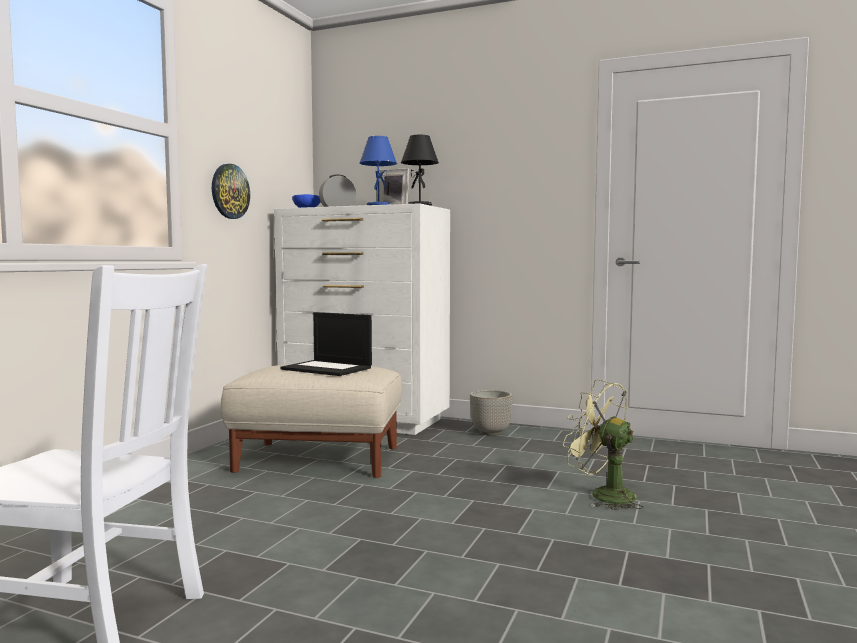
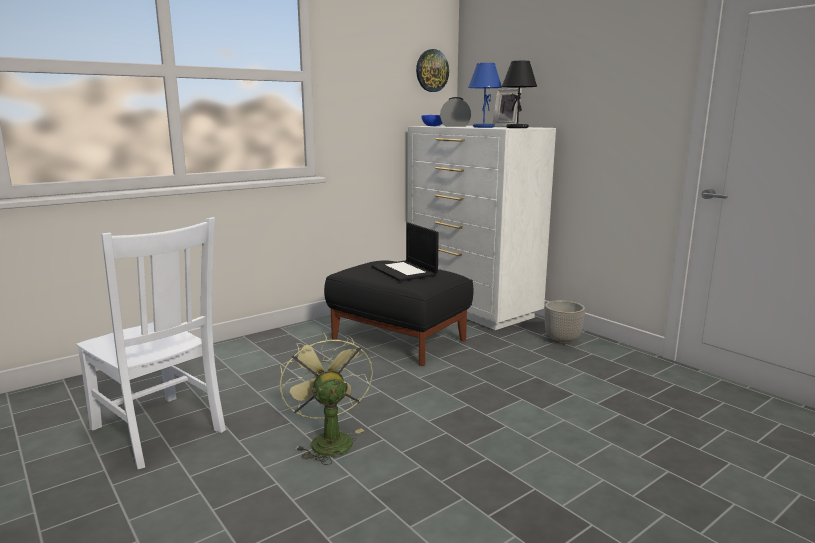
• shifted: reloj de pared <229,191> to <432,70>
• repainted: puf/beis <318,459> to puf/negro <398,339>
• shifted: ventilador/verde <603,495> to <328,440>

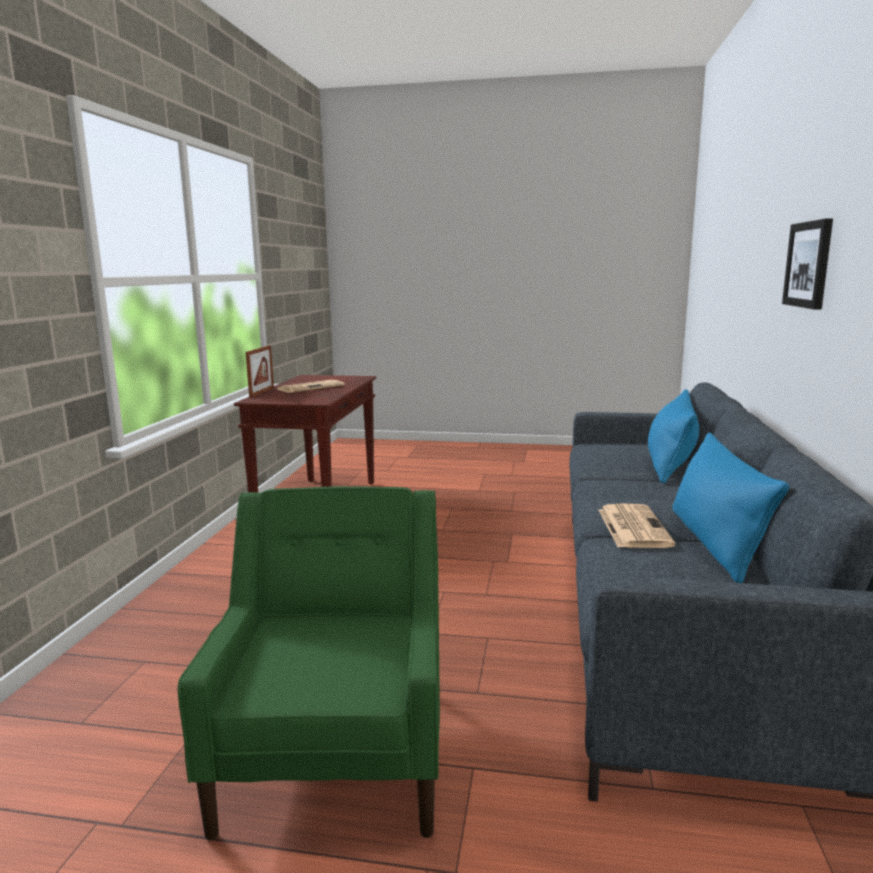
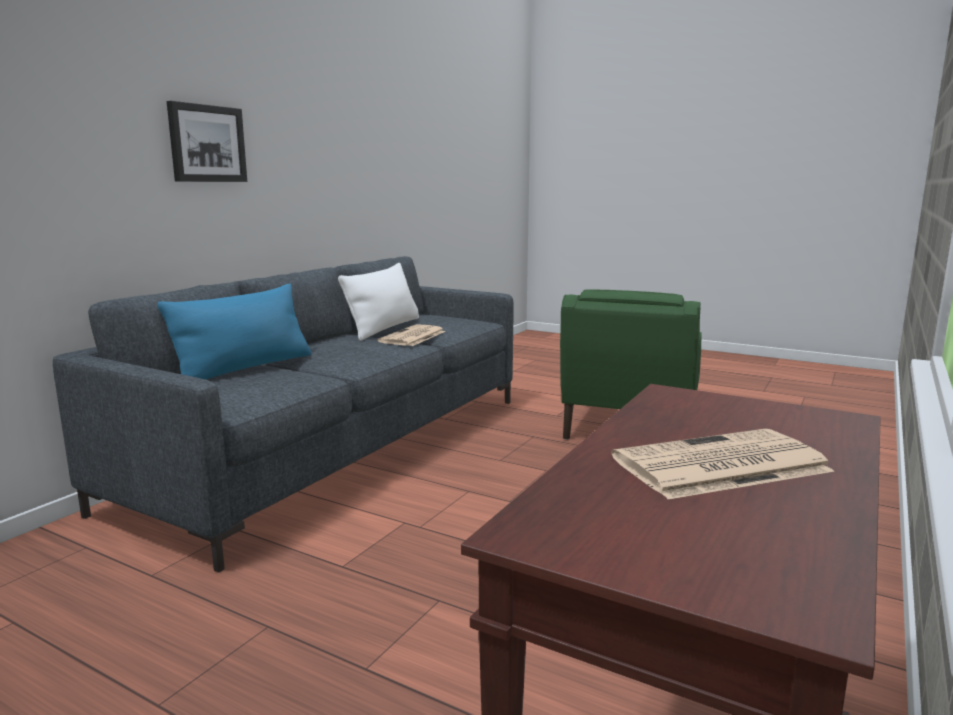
• gone: portarretratos <262,392>
• repainted: cojín/azul <715,543> to cojín/blanco <384,328>

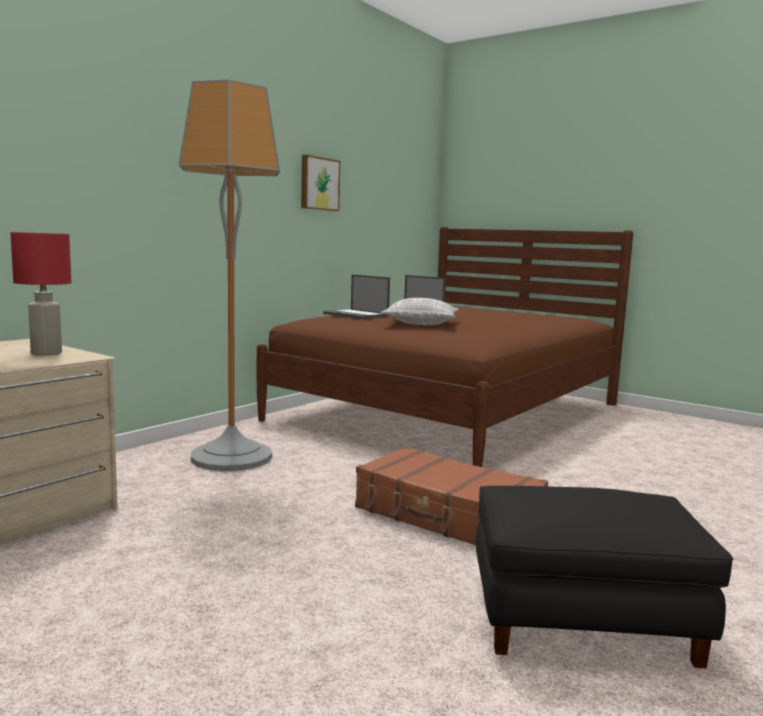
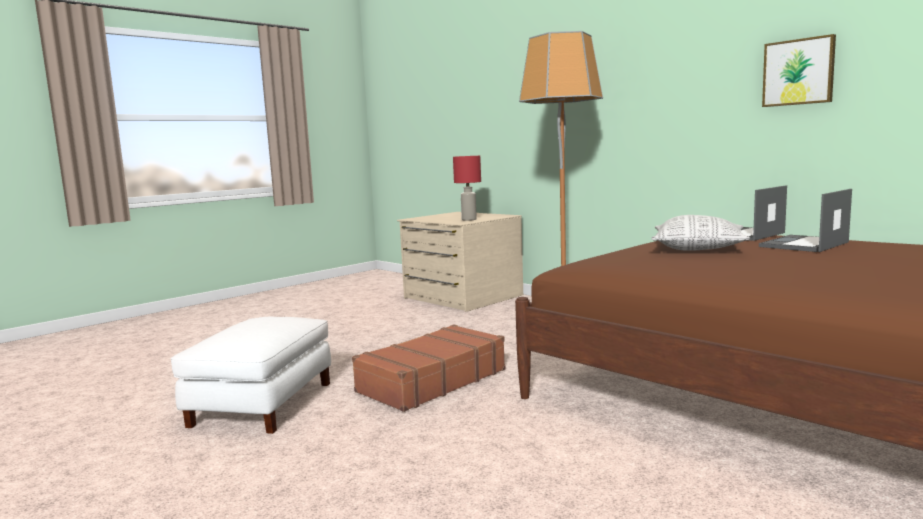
• repainted: puf/negro <581,620> to puf/blanco <262,404>

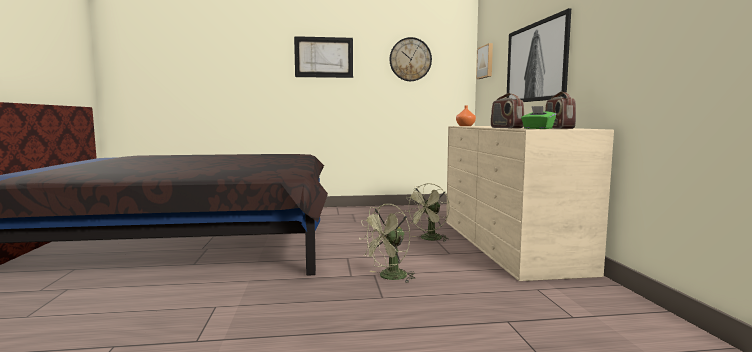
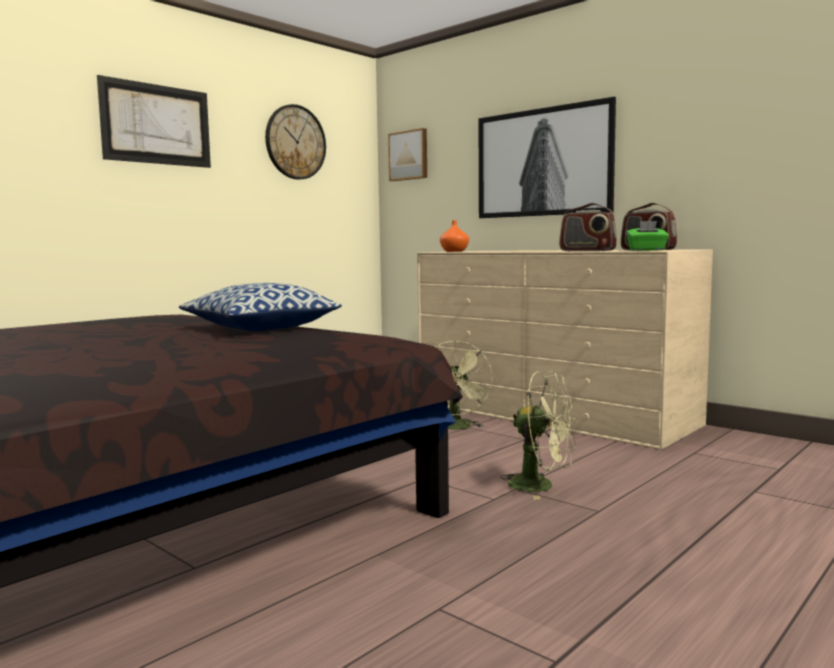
• rotated: ventilador/verde <389,277> = <541,486> 75 degrees counterclockwise
• new: cojín <260,328>

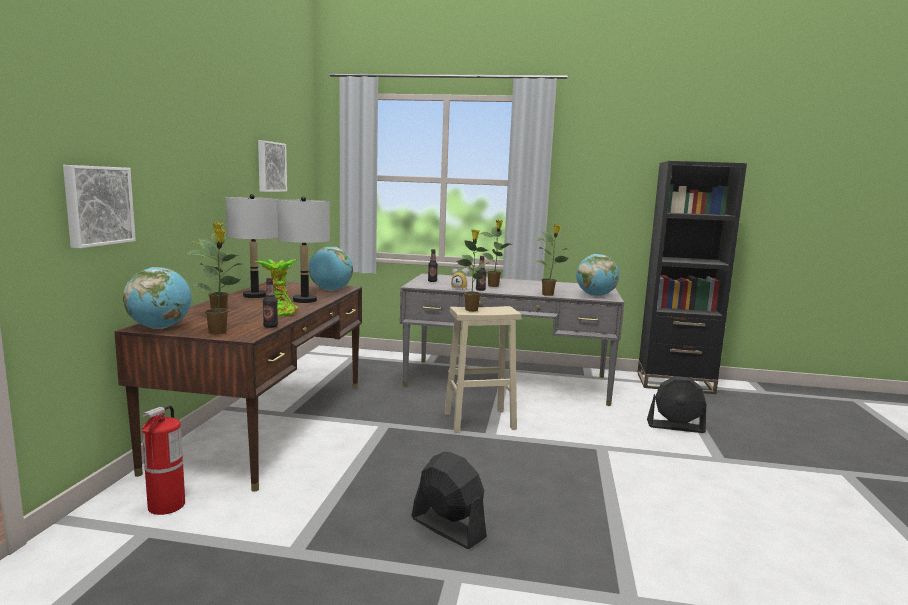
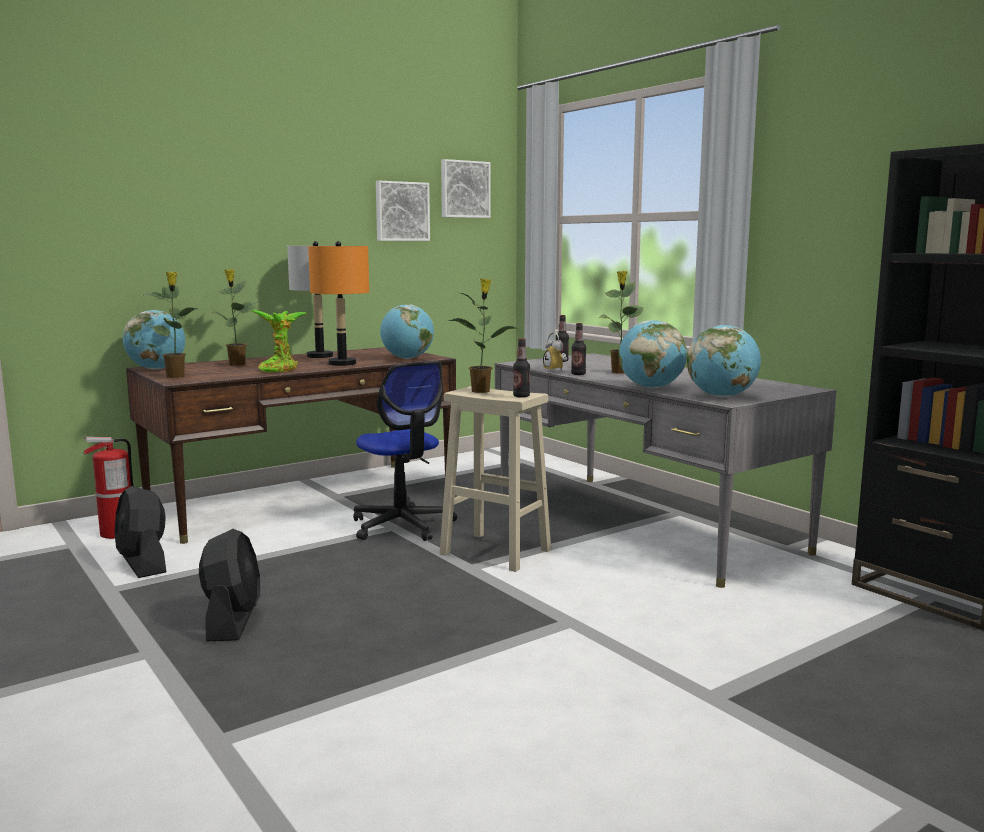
• shifted: cuadro <97,205> to <464,189>
• repainted: lámpara de mesa/gris <304,300> to lámpara de mesa/naranja <342,364>
• swapped: planta en maceta <548,294> to globo terráqueo <651,387>
• shifted: botella <270,326> to <521,396>
• shifted: ventilador/negro <675,426> to <143,564>
• new: silla de oficina <402,525>

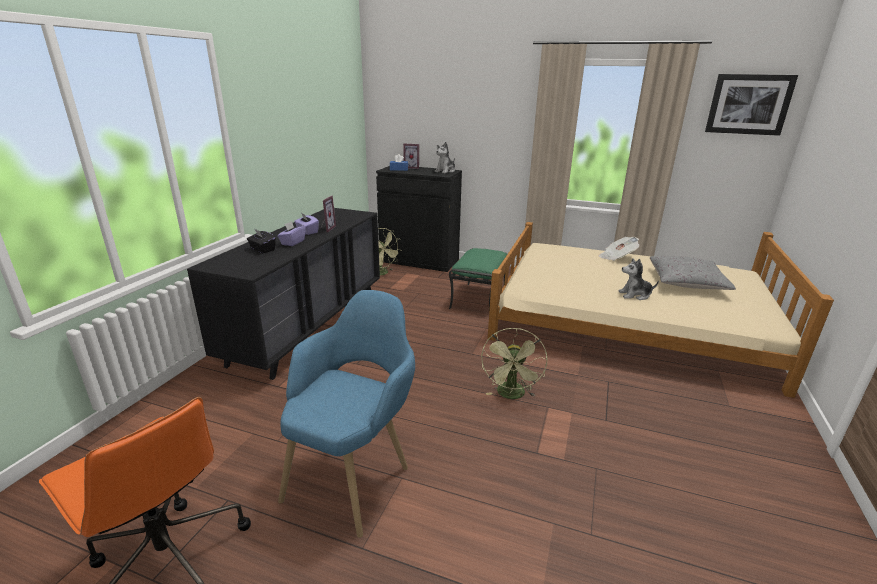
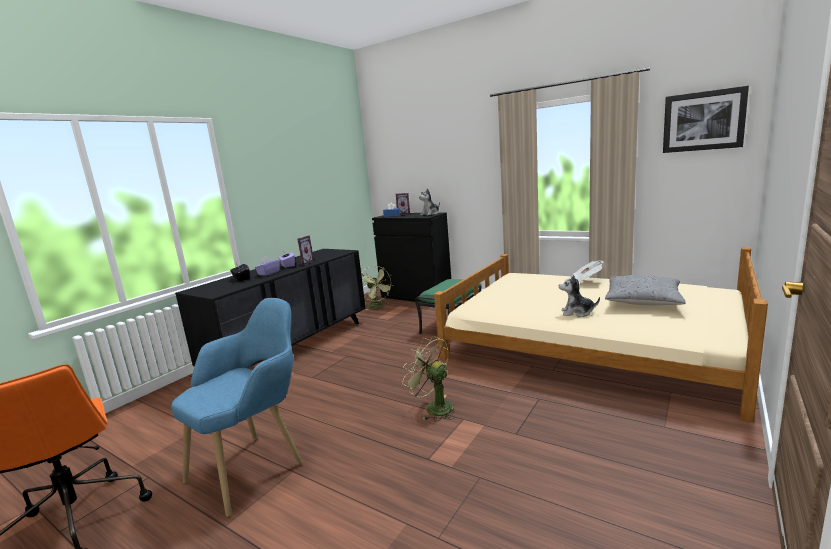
• rotated: ventilador/verde <511,395> = <433,407> 105 degrees clockwise

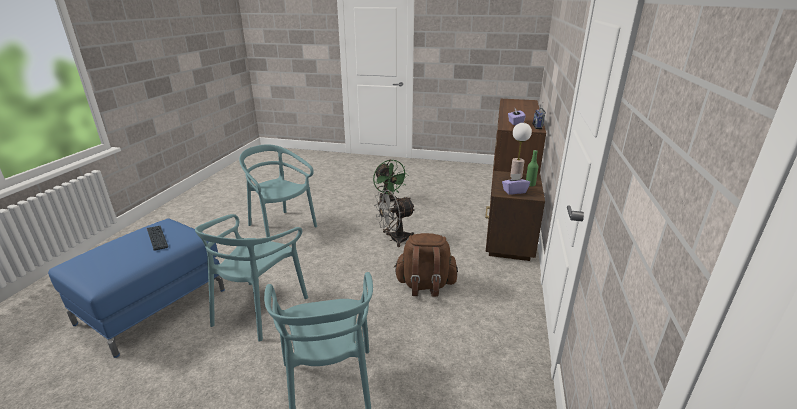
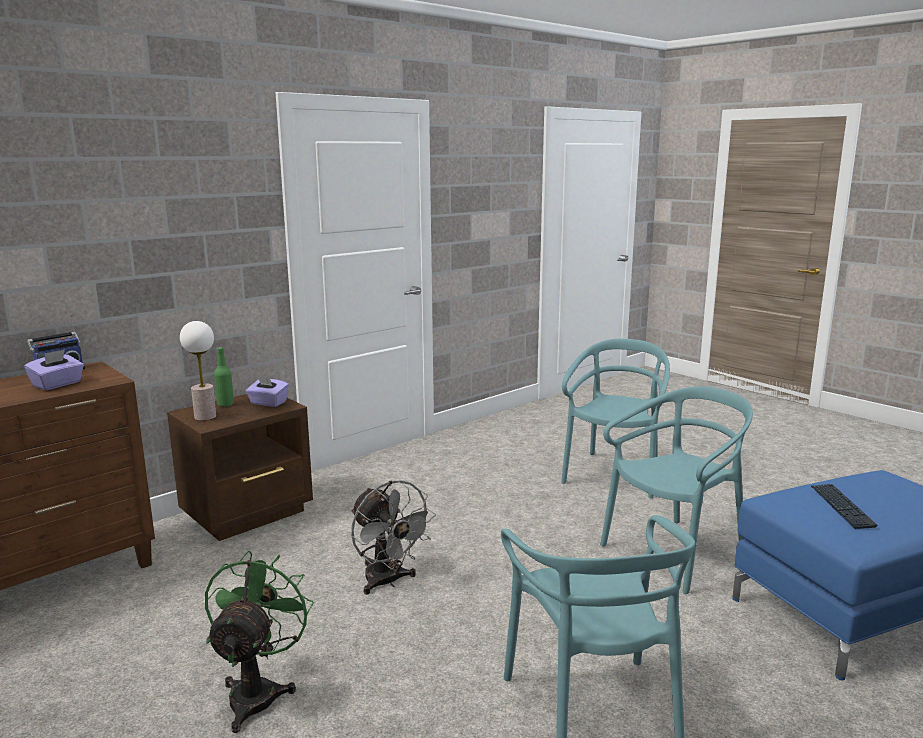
• rotated: ventilador/gris <394,239> = <388,582> 45 degrees clockwise
• gone: mochila/marrón <425,285>

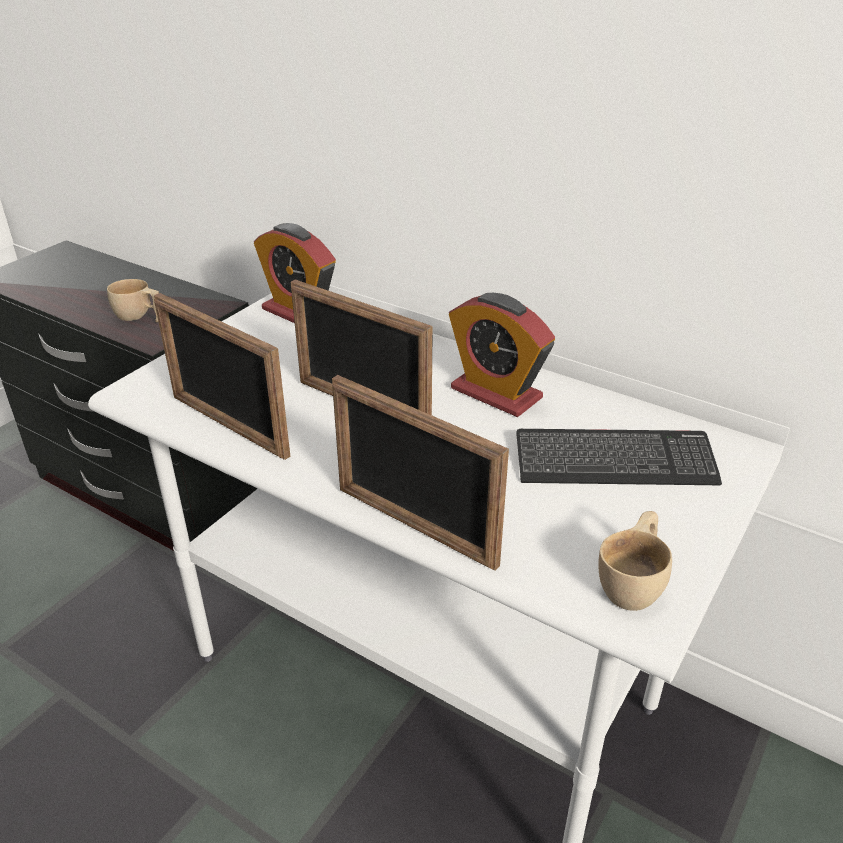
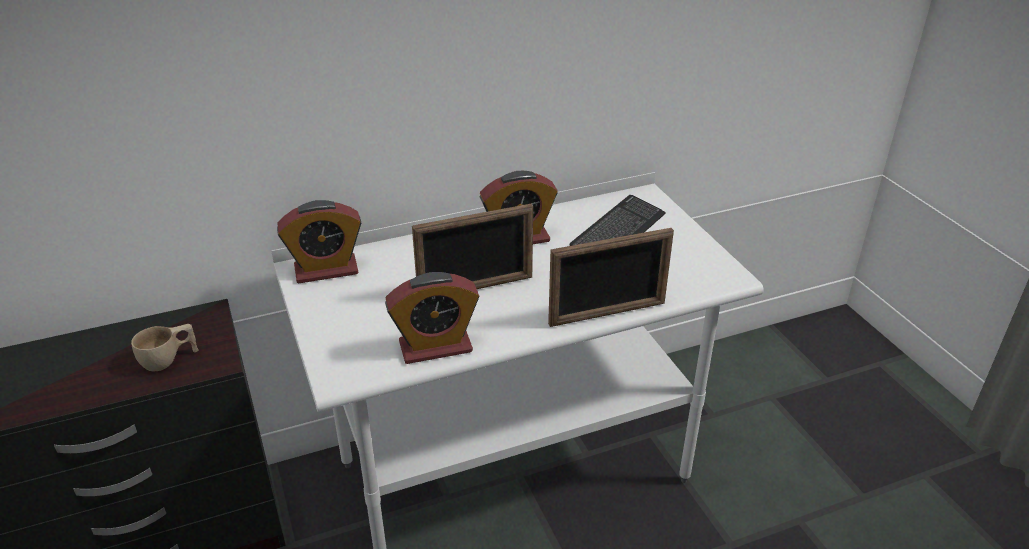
• swapped: portarretratos <228,426> to despertador <435,347>
• gone: taza/beis <634,583>

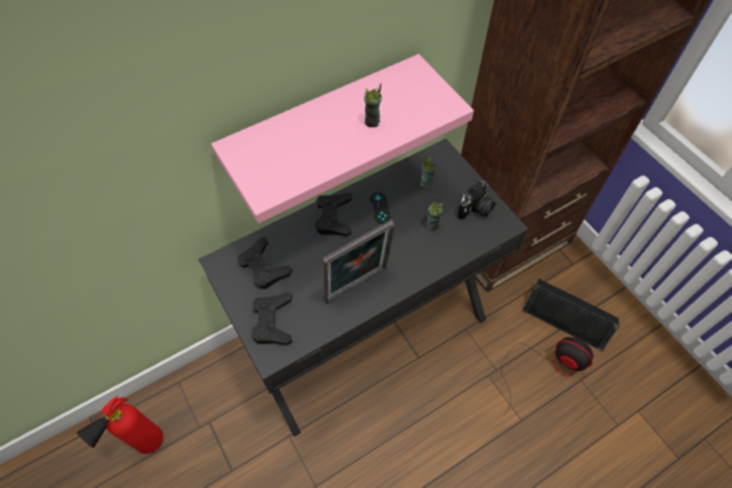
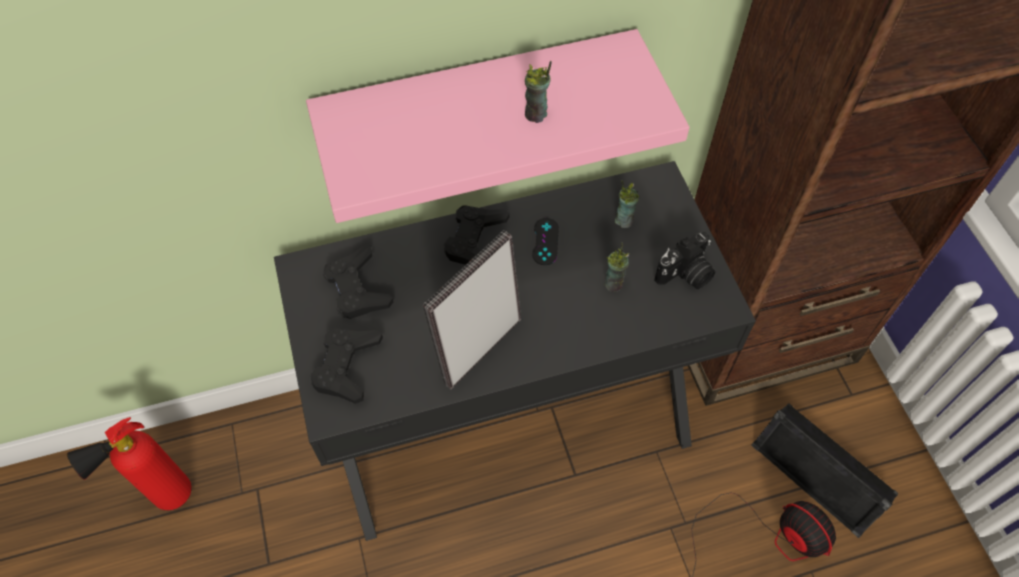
• rotated: portarretratos <357,287> = <478,347> 150 degrees clockwise

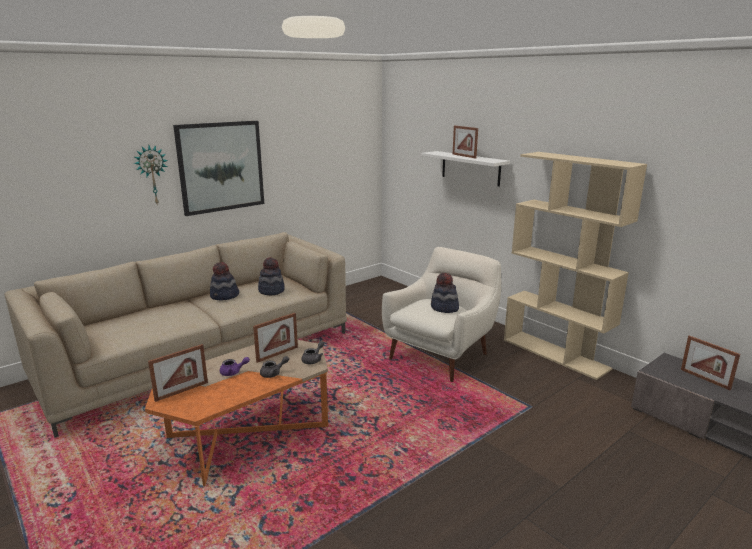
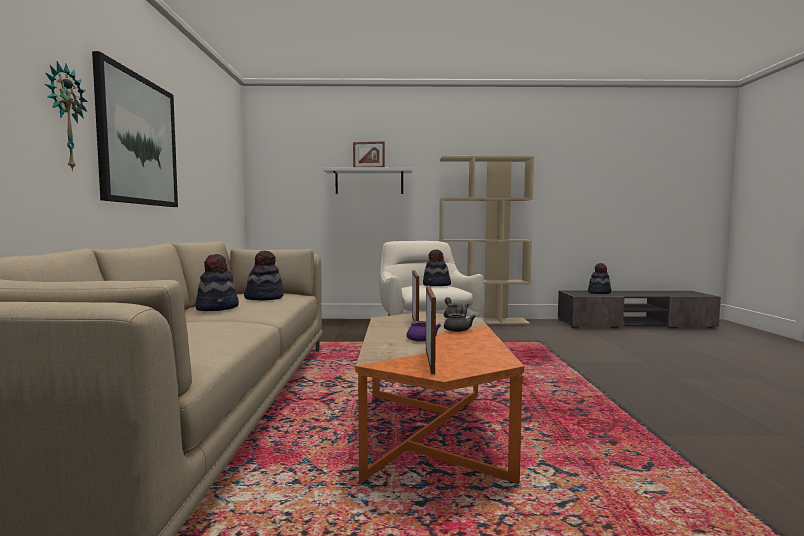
• swapped: portarretratos <705,379> to sombrero <599,292>

